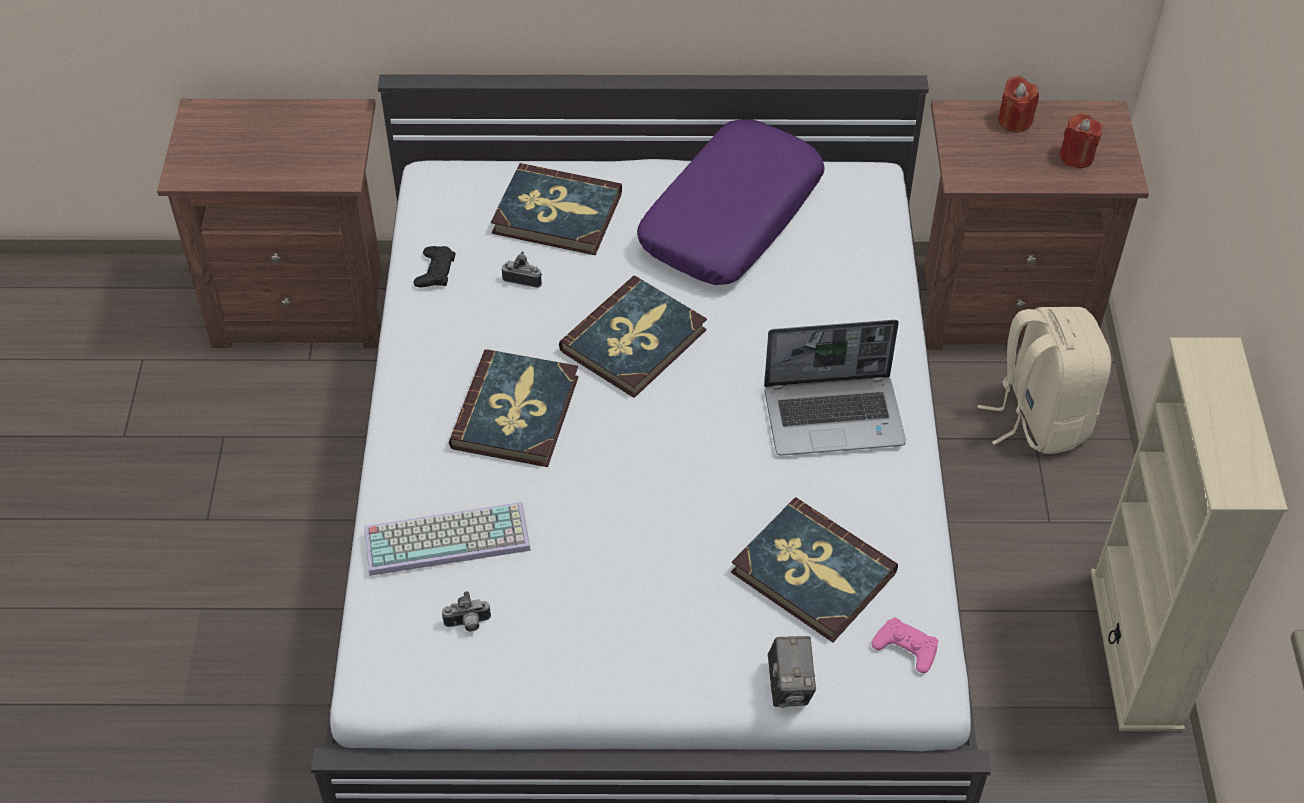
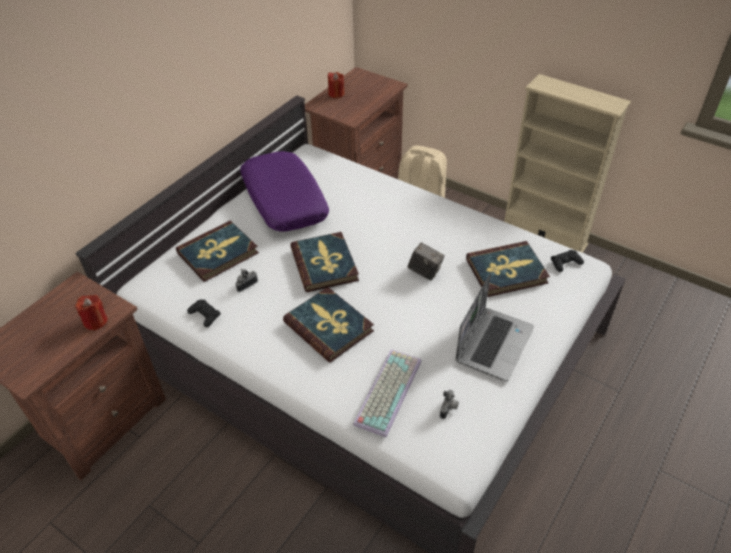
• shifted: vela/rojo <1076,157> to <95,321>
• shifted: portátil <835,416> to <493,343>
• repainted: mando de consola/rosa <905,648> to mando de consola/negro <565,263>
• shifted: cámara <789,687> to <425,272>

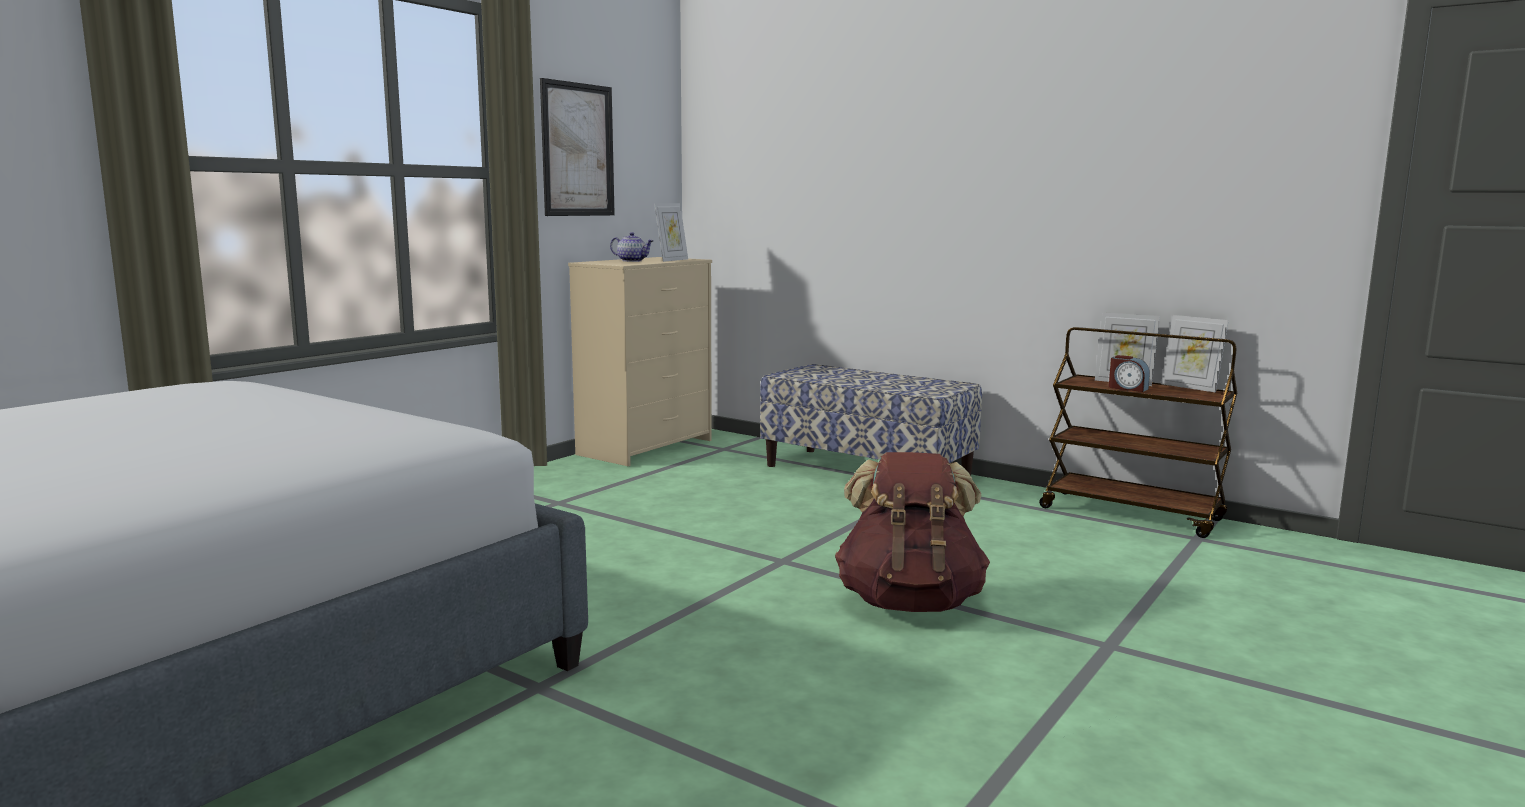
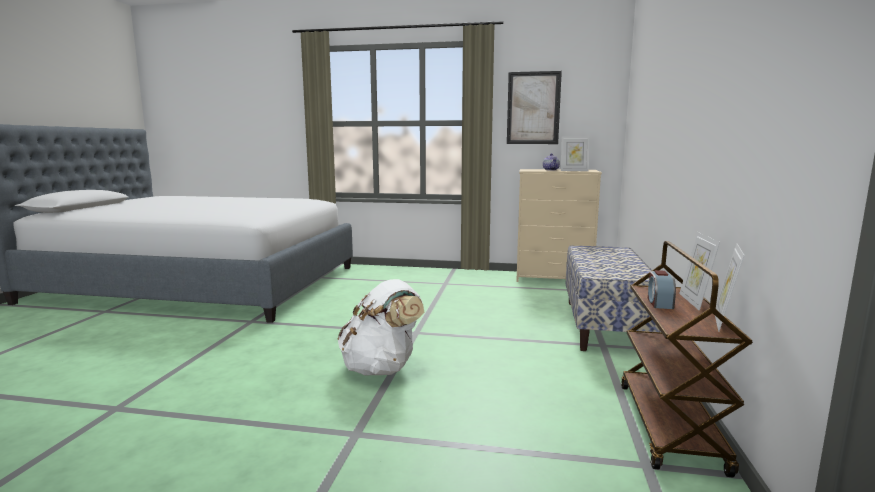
• repainted: mochila/marrón <909,603> to mochila/blanco <382,368>

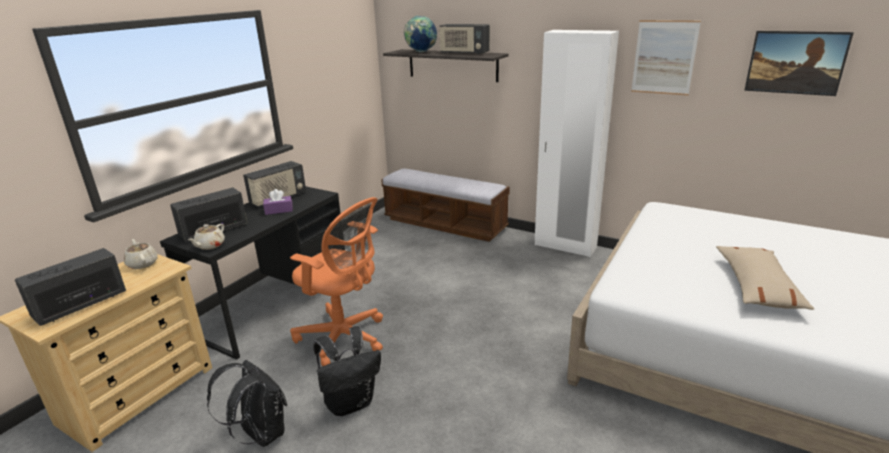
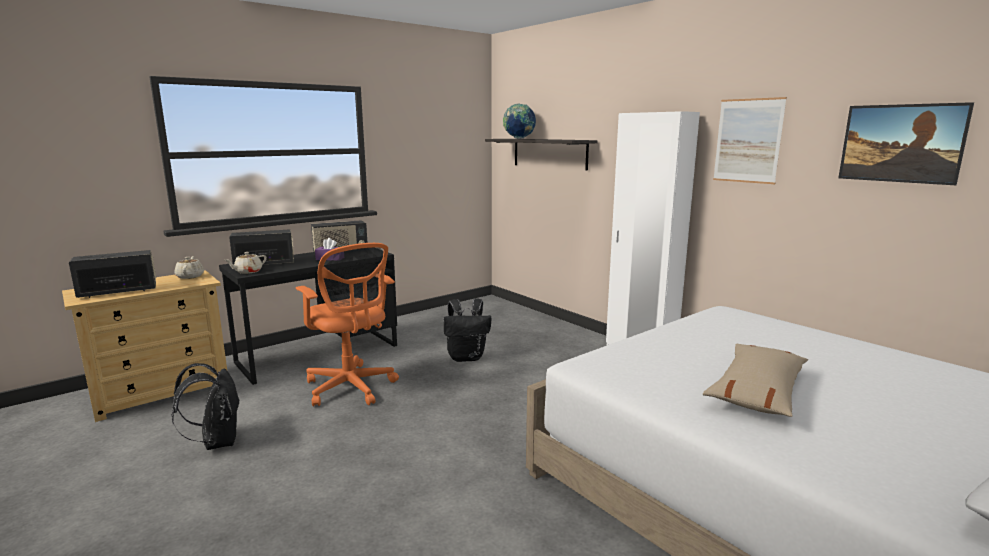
• gone: radio <464,53>
• gone: banco <445,224>
• shifted: mochila/negro <351,402> to <467,357>

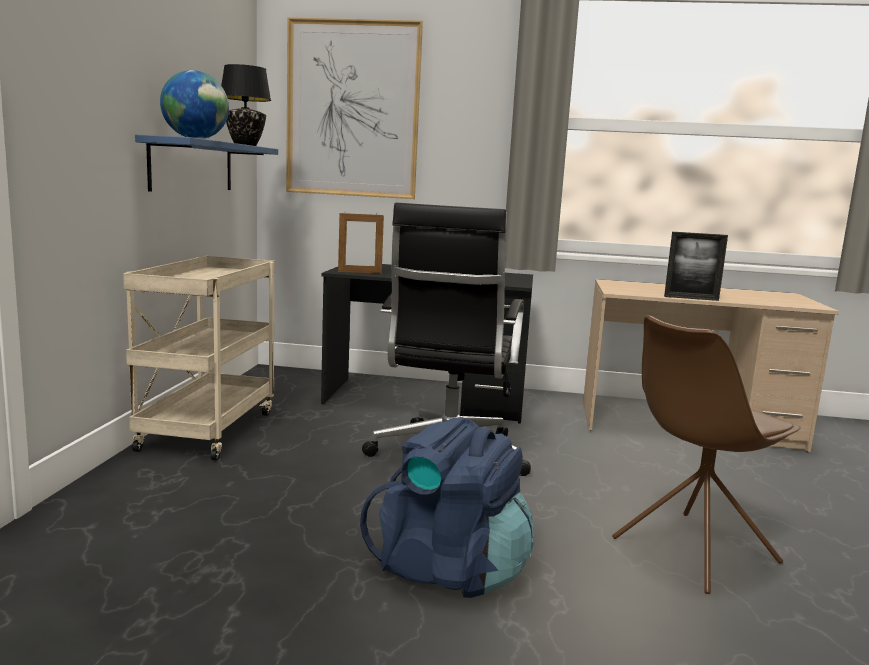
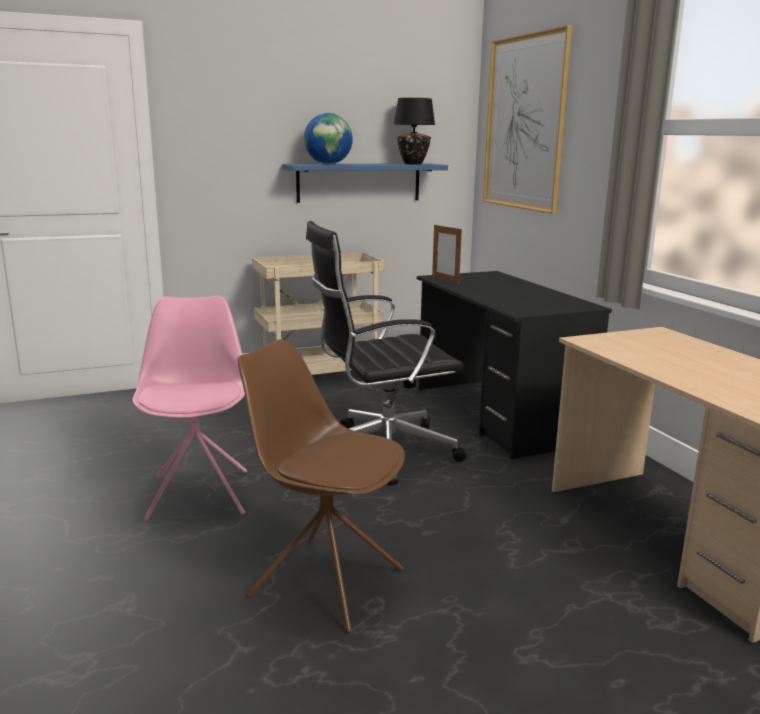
• gone: portarretratos <691,298>
• swapped: mochila/azul <450,569> to silla/rosa <199,493>

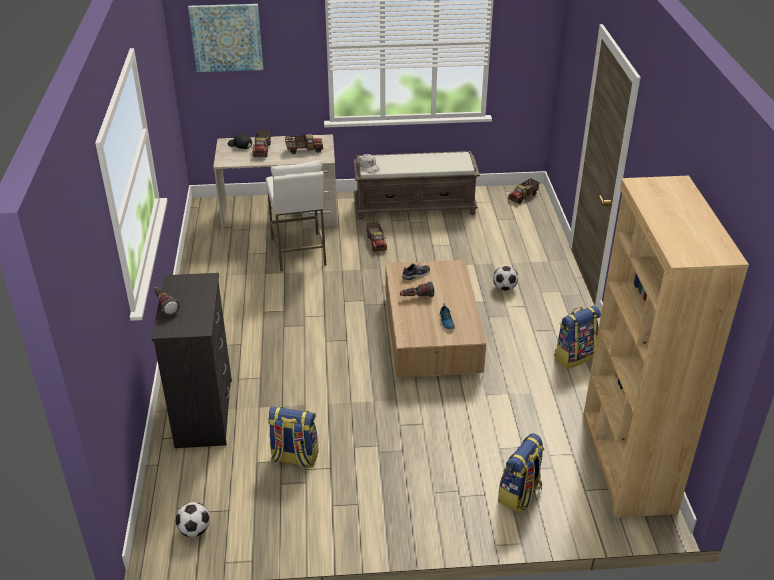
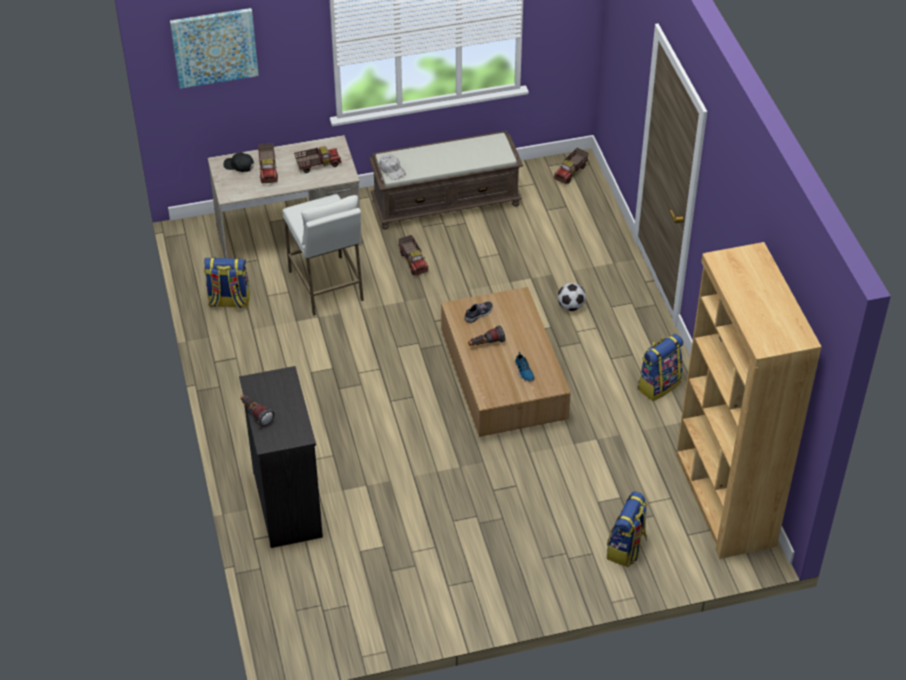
• shifted: mochila <294,458> to <229,301>
• gone: balón de fútbol <194,530>

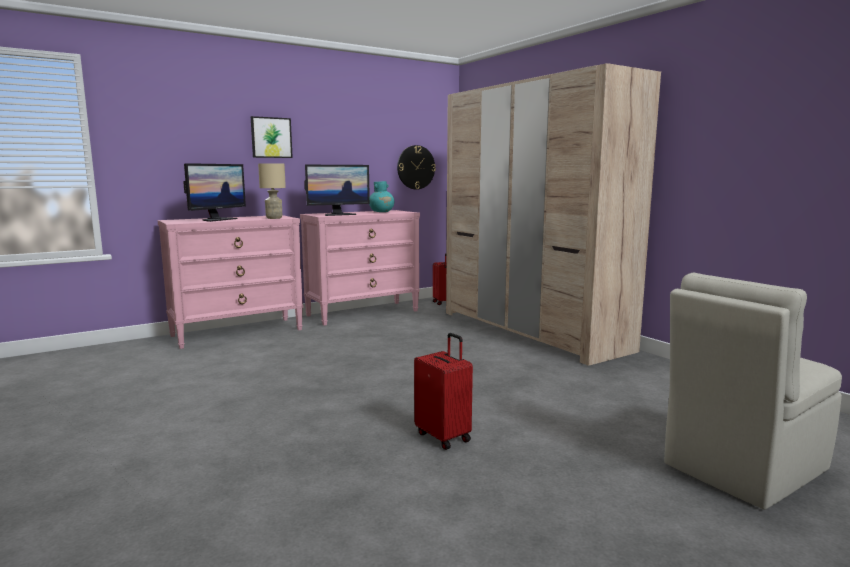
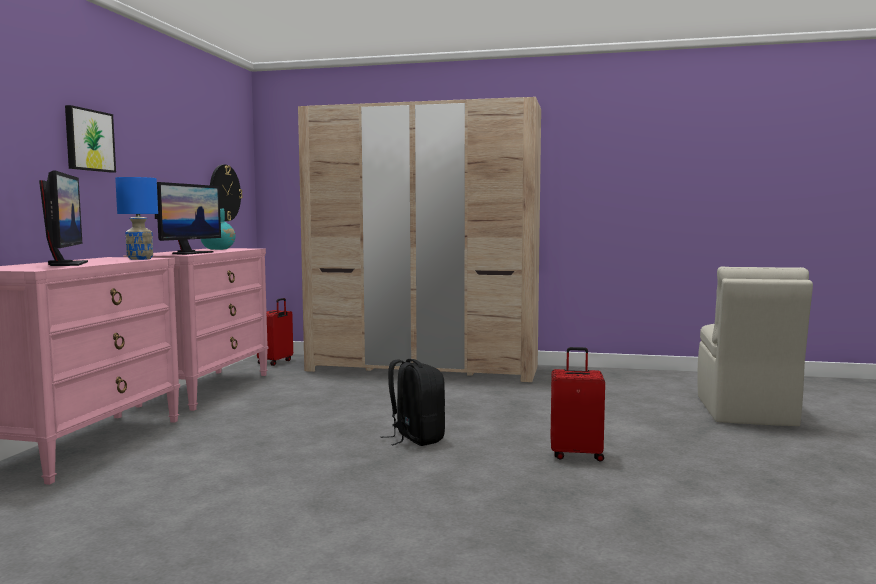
• repainted: lámpara de mesa/beis <274,218> to lámpara de mesa/azul <139,259>
• new: mochila/negro <415,438>

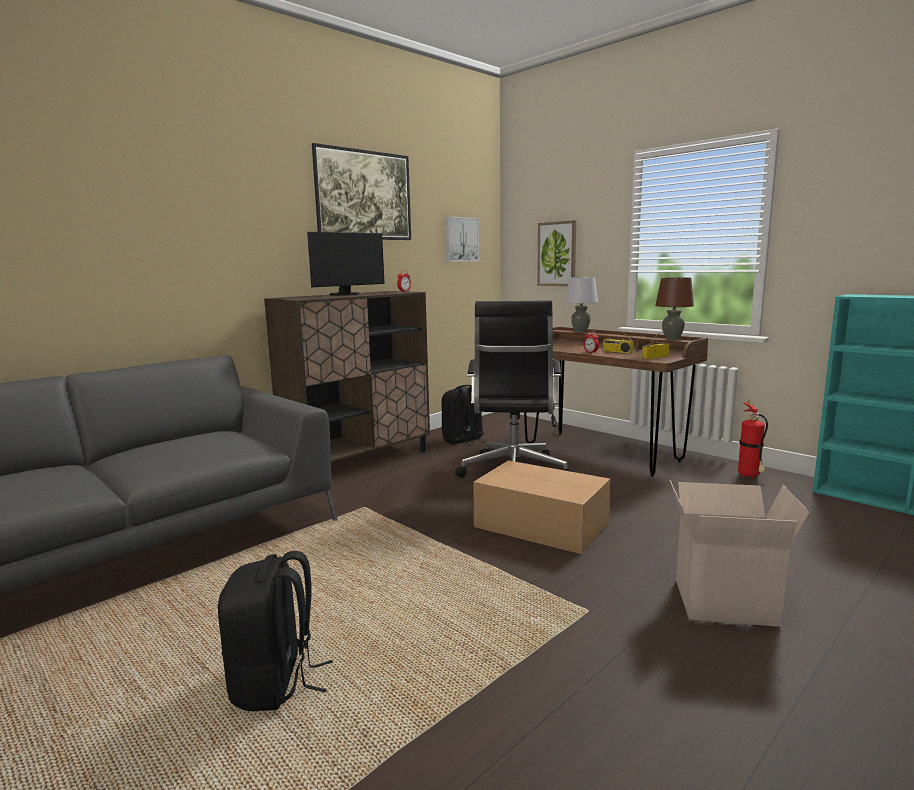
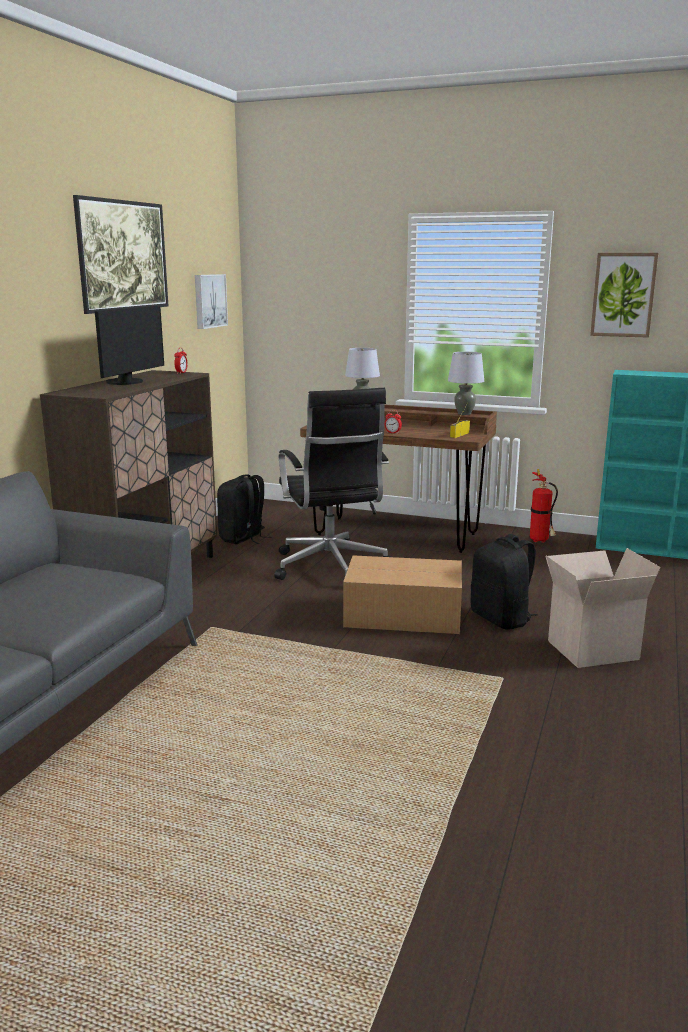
• shifted: cuadro <557,254> to <623,295>
• repainted: lámpara de mesa/marrón <672,338> to lámpara de mesa/gris <464,413>
• gone: radio <617,352>
• shifted: mochila/negro <275,683> to <501,619>

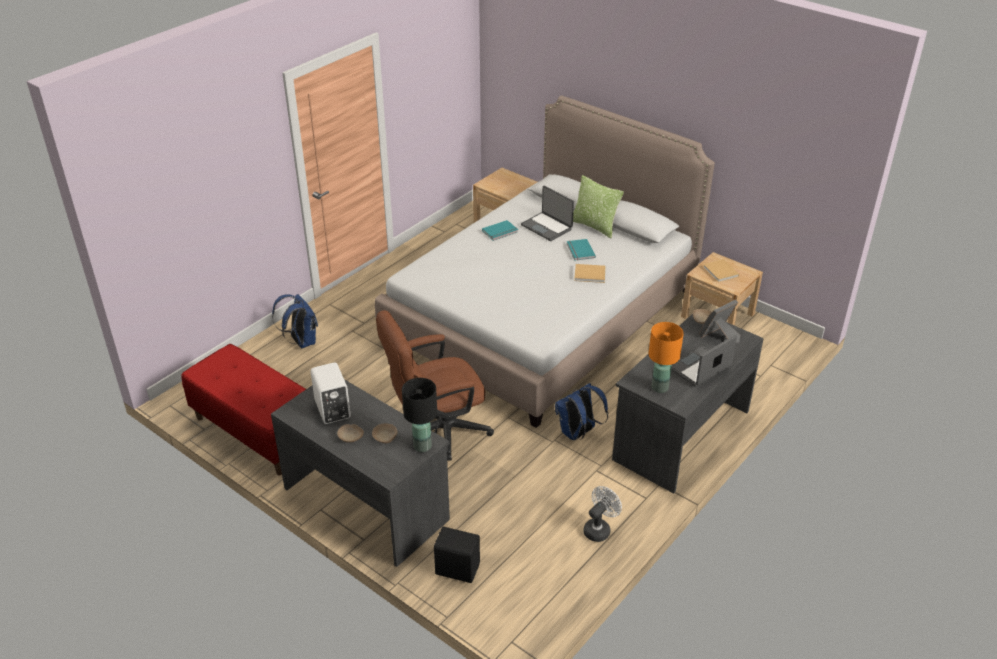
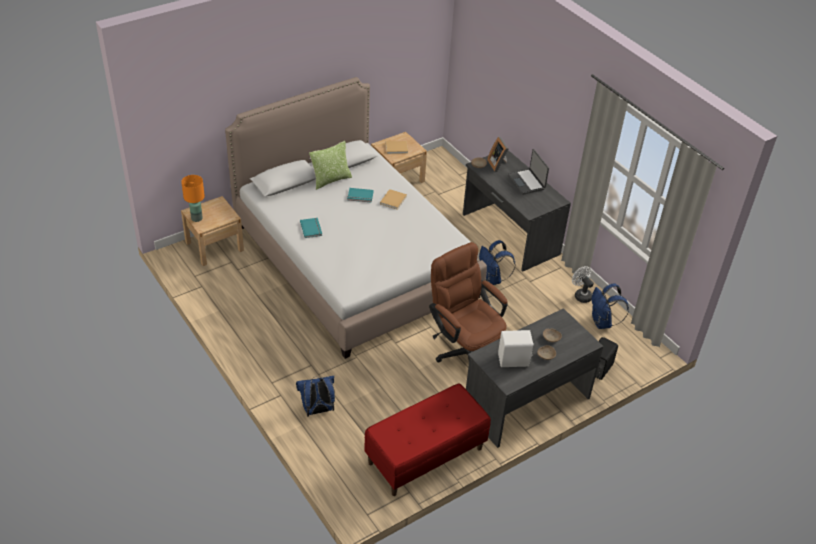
• gone: portátil <547,227>
• rotated: silla de oficina/marrón <437,431> = <464,349> 150 degrees clockwise
• shifted: lámpara de mesa/naranja <659,387> to <196,218>
• gone: lámpara de mesa/negro <423,446>
• new: mochila/azul <602,322>

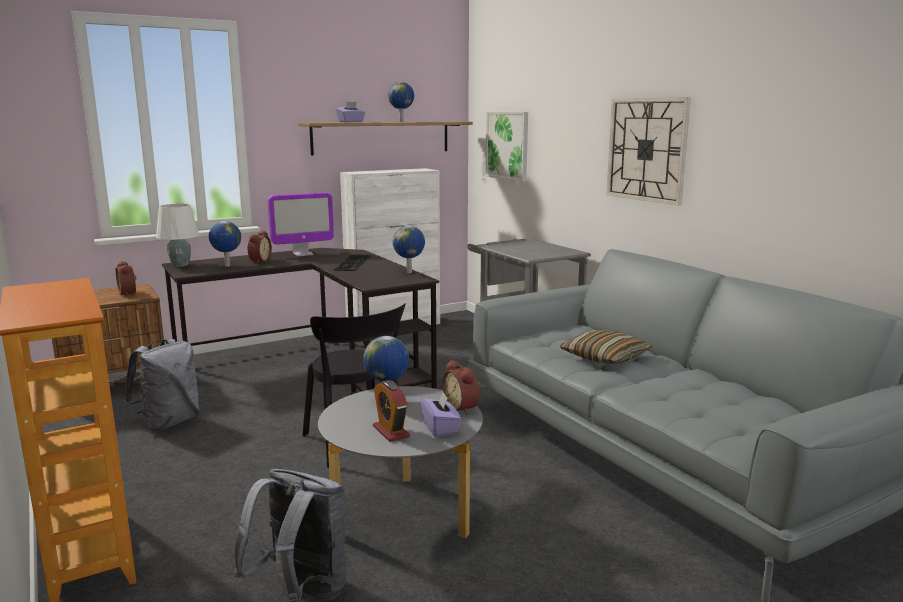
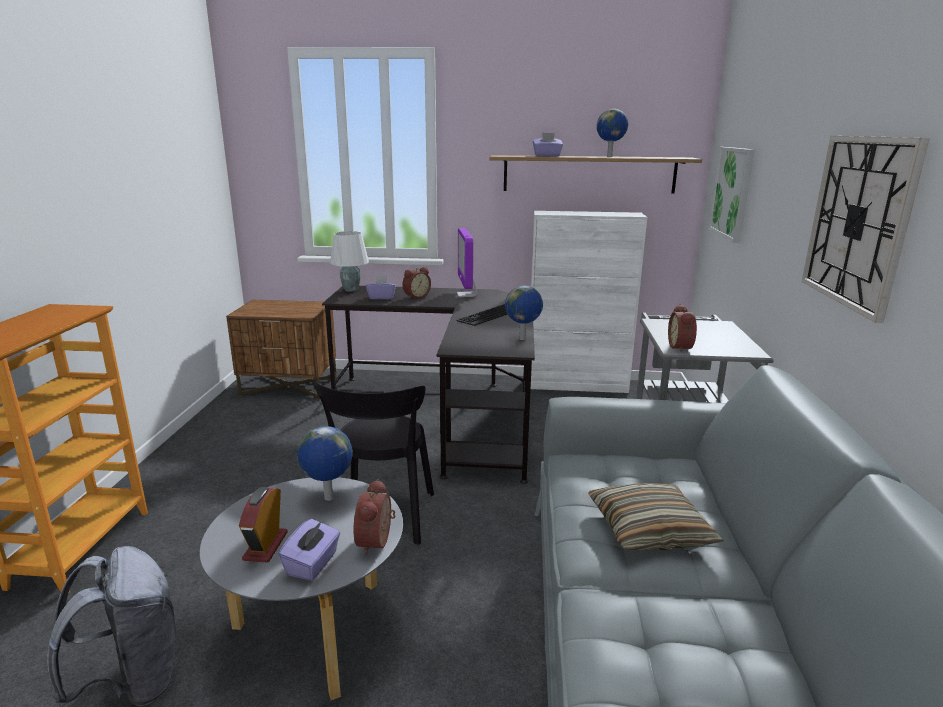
• rotated: monitor <303,254> = <466,295> 75 degrees clockwise
• swapped: globo terráqueo <227,266> to caja de pañuelos/morado <381,297>
• shifted: despertador <129,293> to <682,347>
• gone: mochila/gris <169,422>

